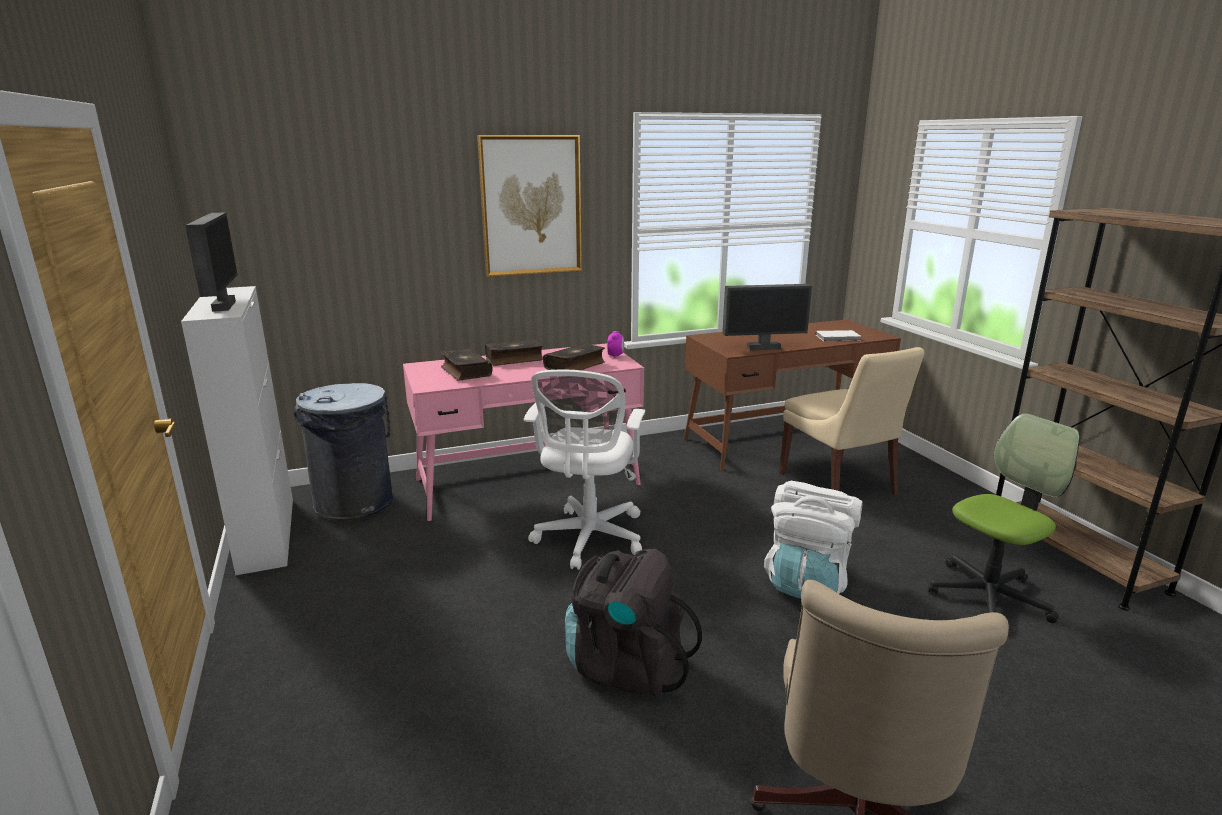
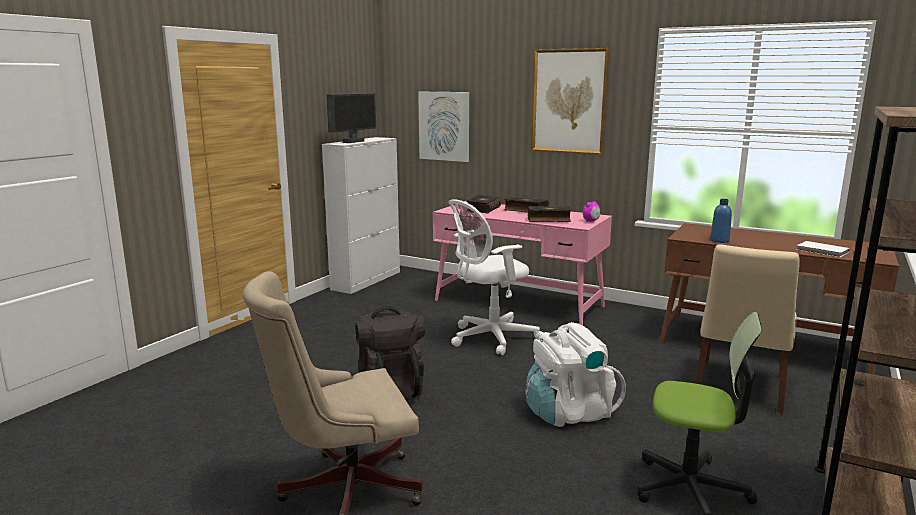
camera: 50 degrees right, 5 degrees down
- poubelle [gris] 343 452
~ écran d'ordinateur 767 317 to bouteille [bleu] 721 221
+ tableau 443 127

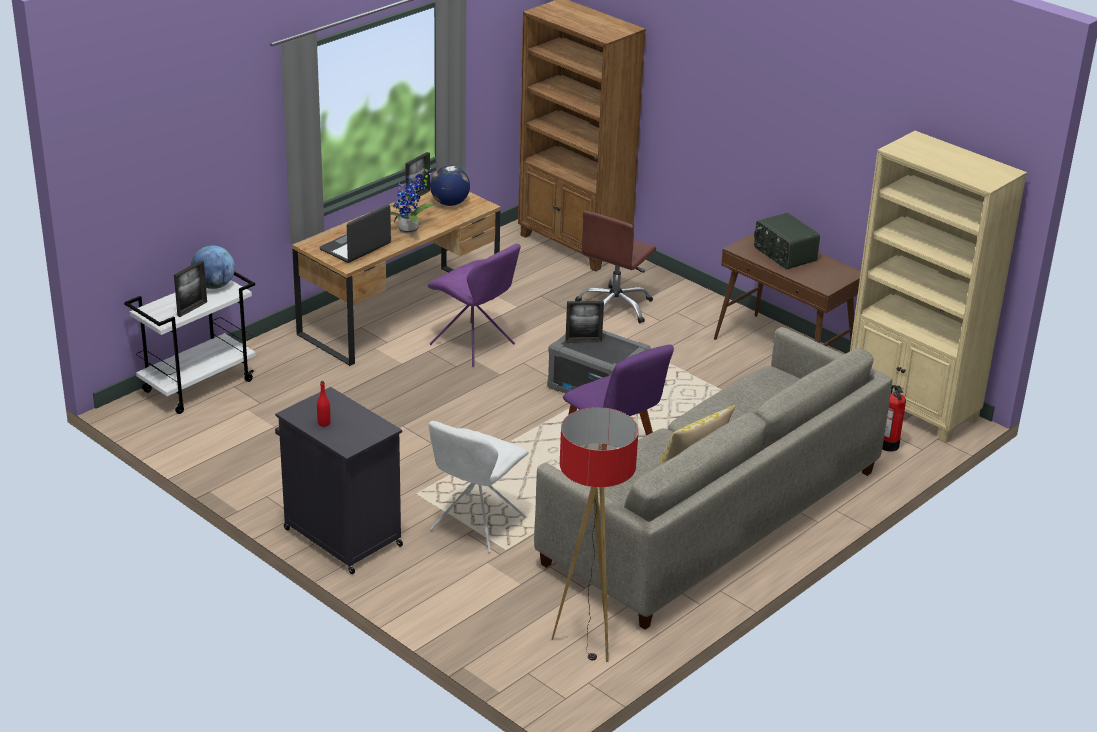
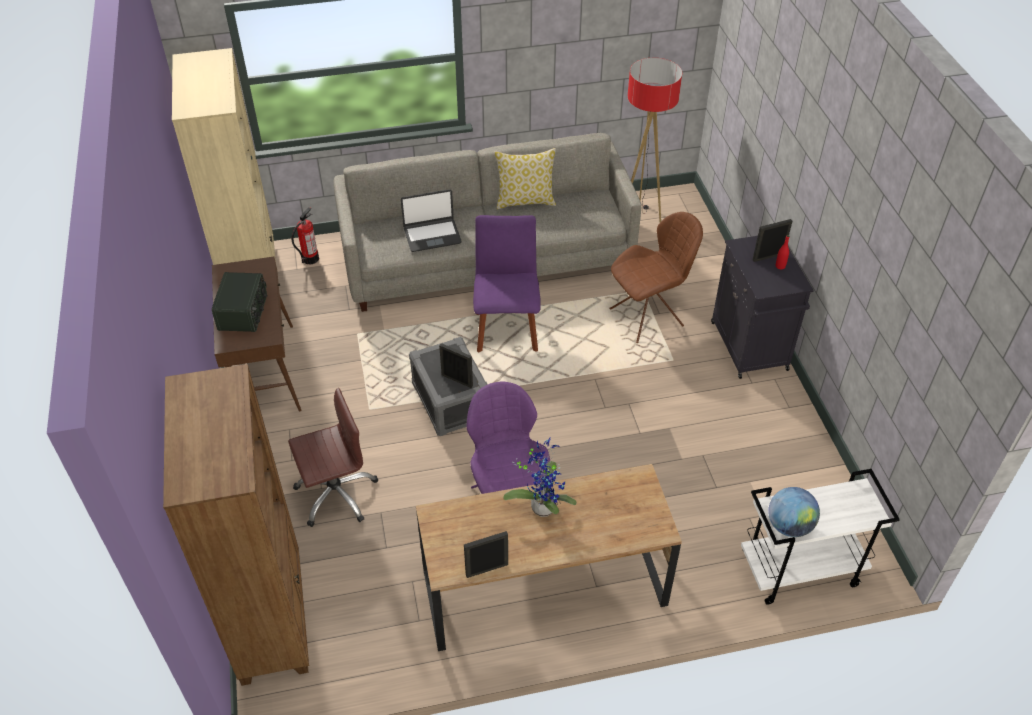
camera: 145 degrees left, 15 degrees up
~ cadre photo 190 288 to 772 240
~ ordinateur portable 355 234 to 431 220
~ chaise [blanc] 479 487 to chaise [marron] 656 277
- globe 450 186

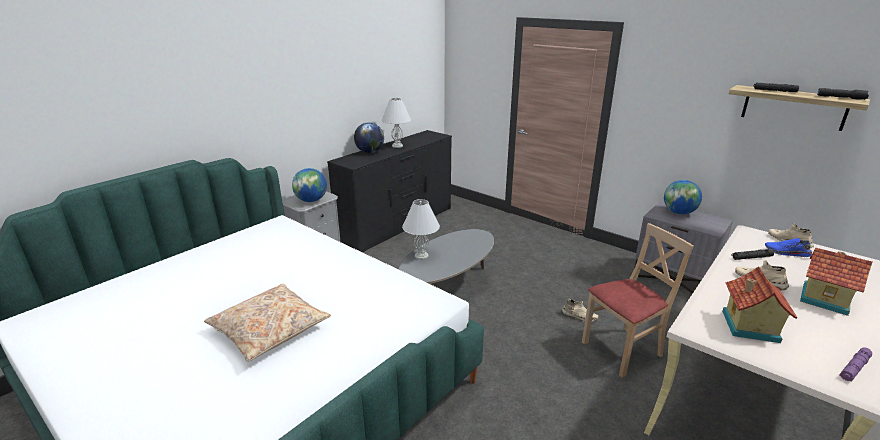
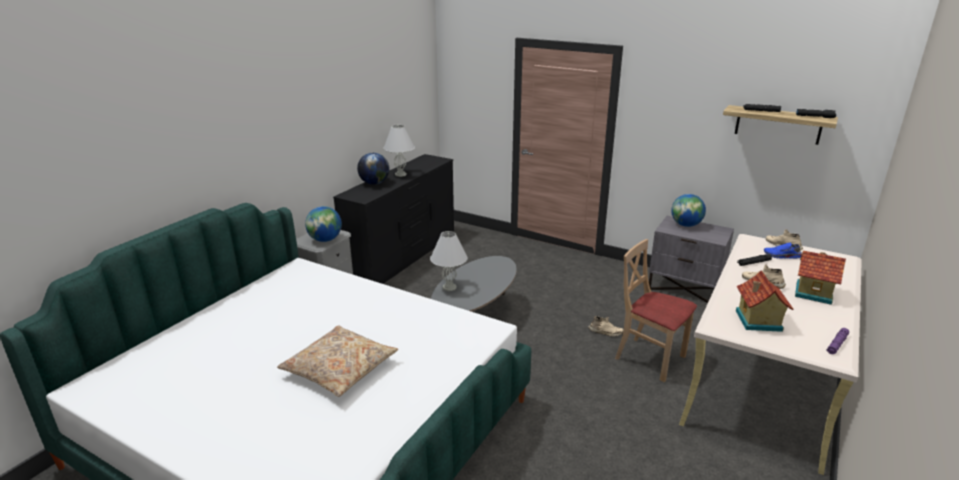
camera: 10 degrees left, 0 degrees up
~ chaise [beige] 638 300 = 656 310 105 degrees counterclockwise

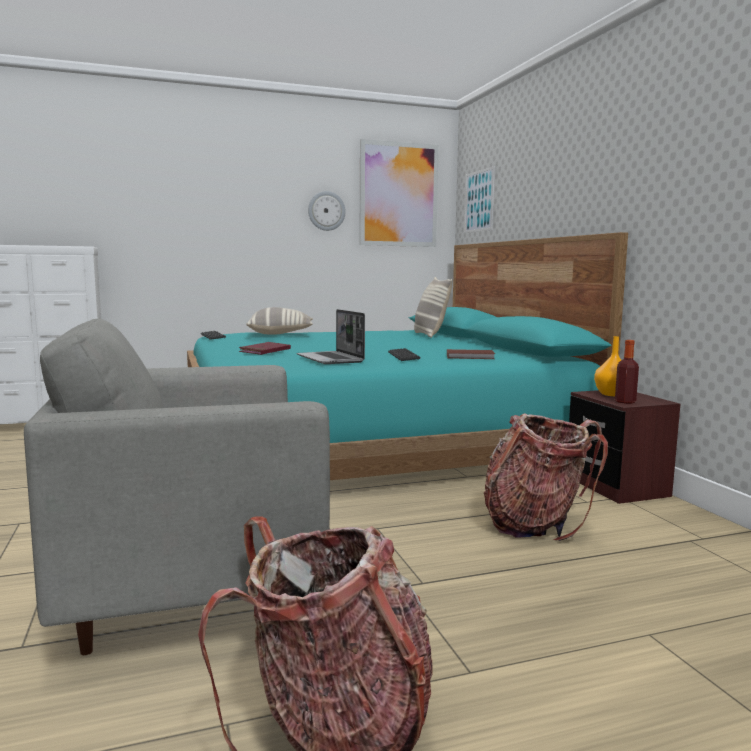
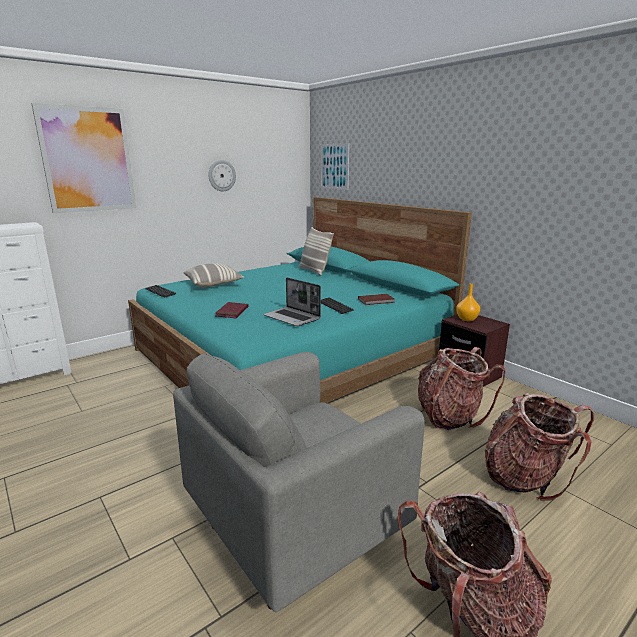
camera: 20 degrees left, 10 degrees up
~ tableau 399 193 to 83 158
- bouteille 627 372
+ sac à dos 539 447

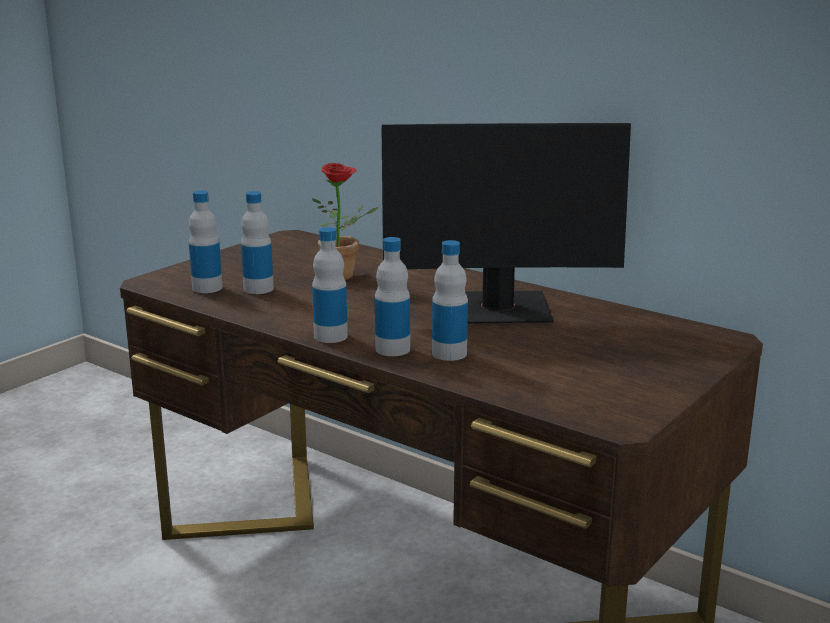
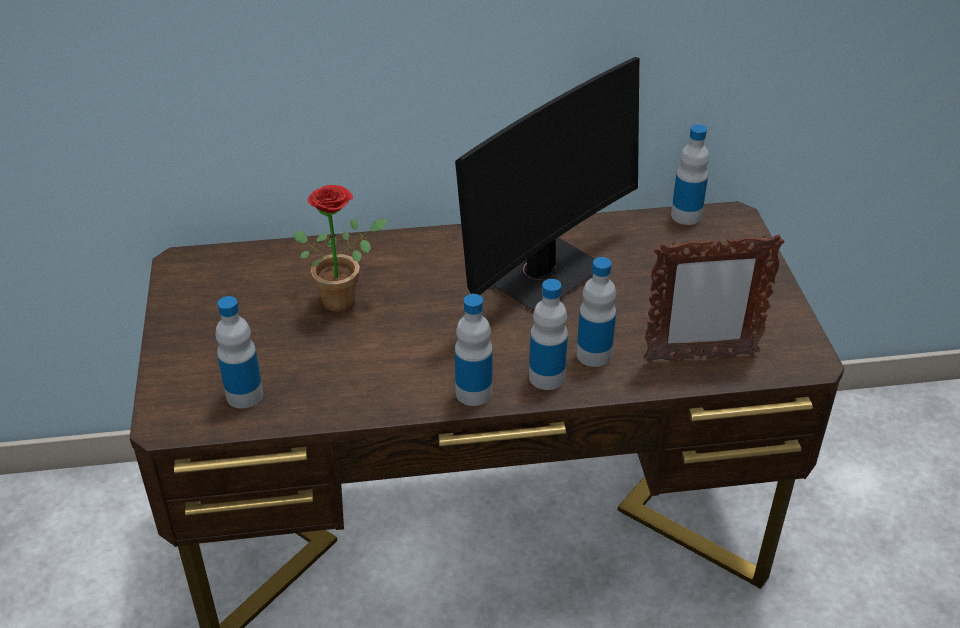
camera: 45 degrees left, 20 degrees up
~ bouteille 257 242 to 690 174
+ cadre photo 714 298

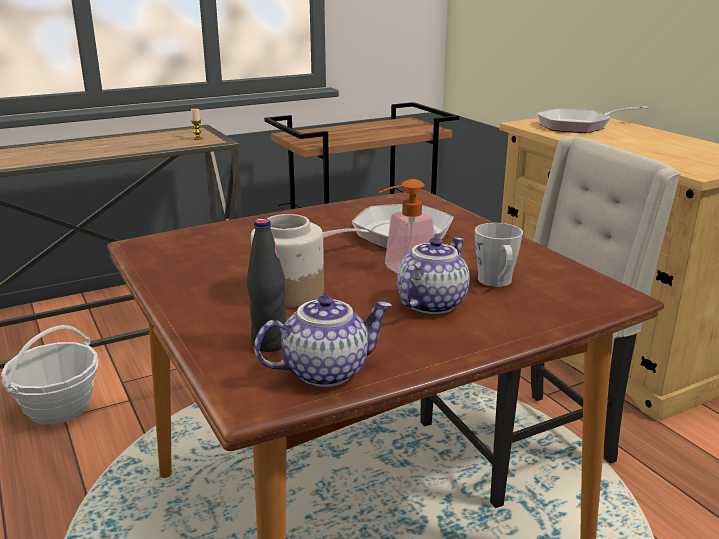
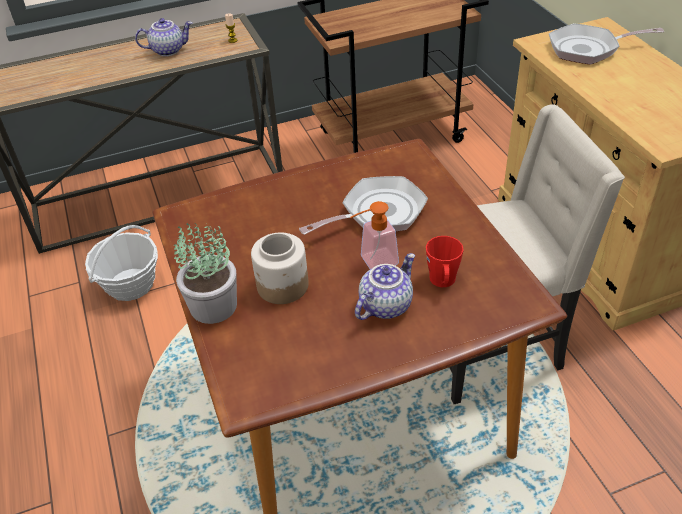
camera: 10 degrees right, 20 degrees up
- bouteille [noir] 266 285
~ théière 323 341 to 163 37
~ mug [gris] 499 255 to mug [rouge] 445 261
+ plante en pot 205 273

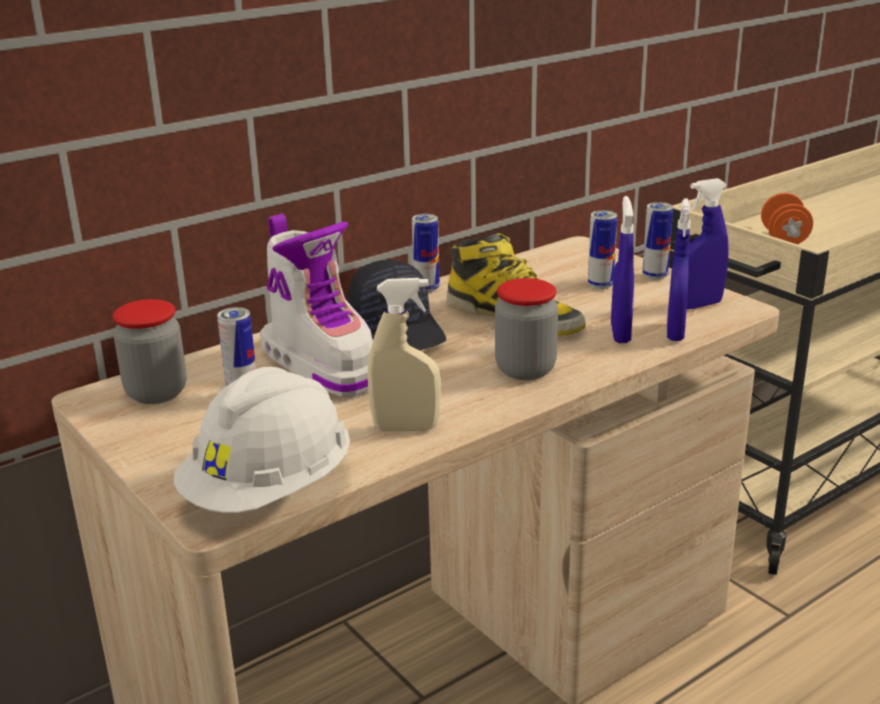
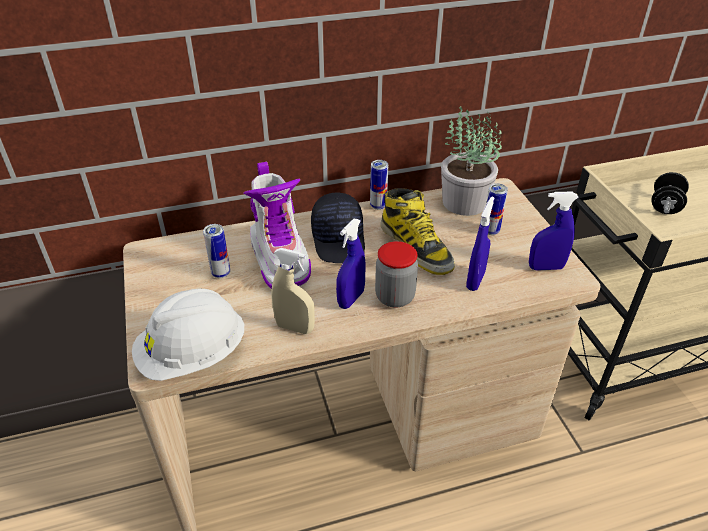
camera: 20 degrees right, 15 degrees up
- bocal 150 351
- boîte métallique 658 241
~ vaporisateur [bleu] 678 270 to 351 264
~ haltère [orange] 787 218 to haltère [noir] 670 193
+ plante en pot 471 161

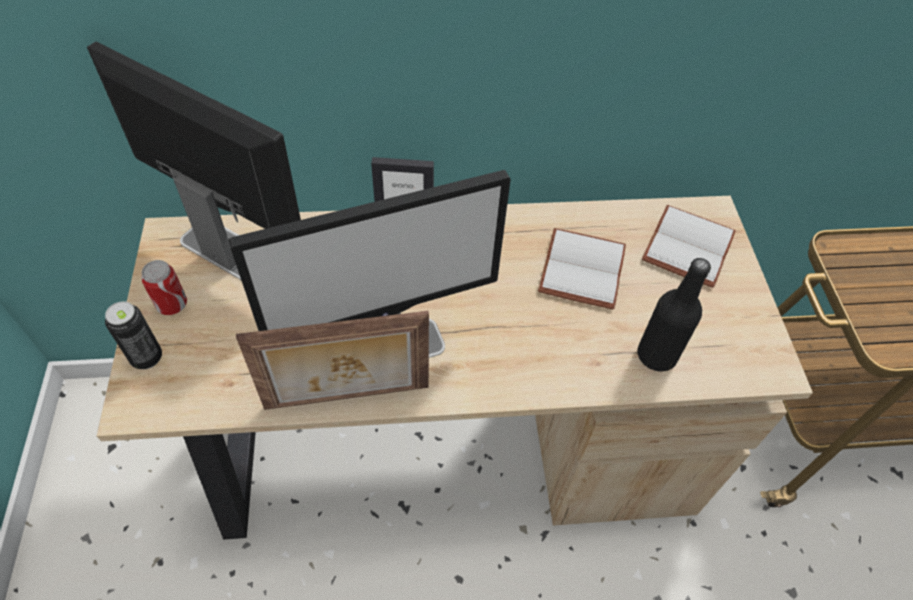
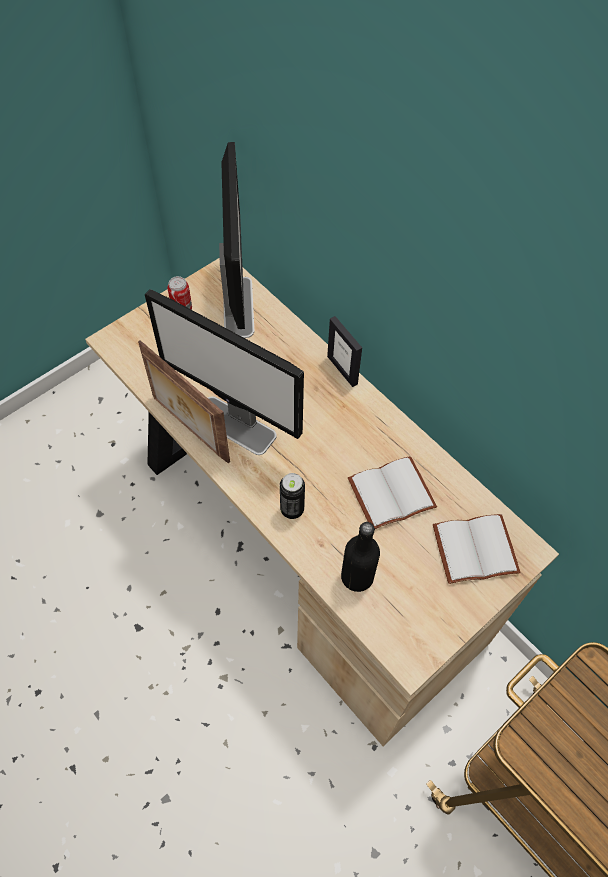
camera: 55 degrees right, 5 degrees up
~ boîte métallique 133 335 to 292 496

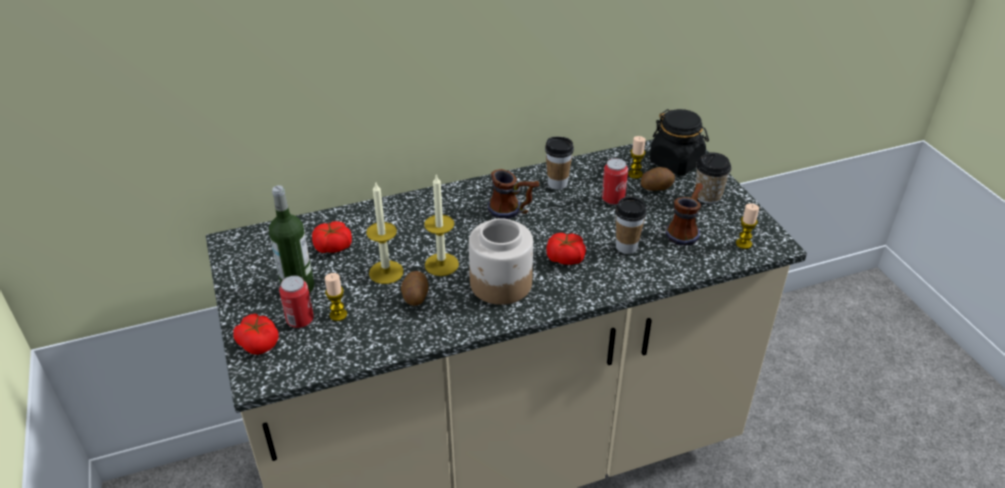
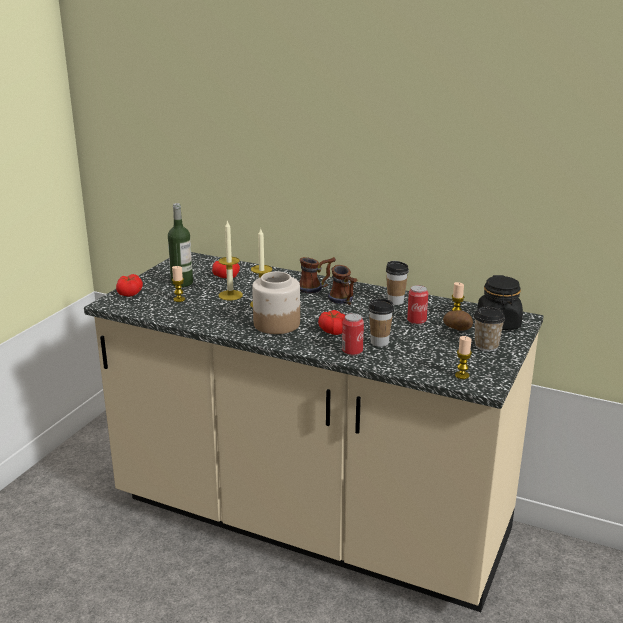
camera: 45 degrees right, 15 degrees down
~ boîte métallique 296 302 to 353 334
- pomme de terre 415 288
~ mug 684 214 to 317 275

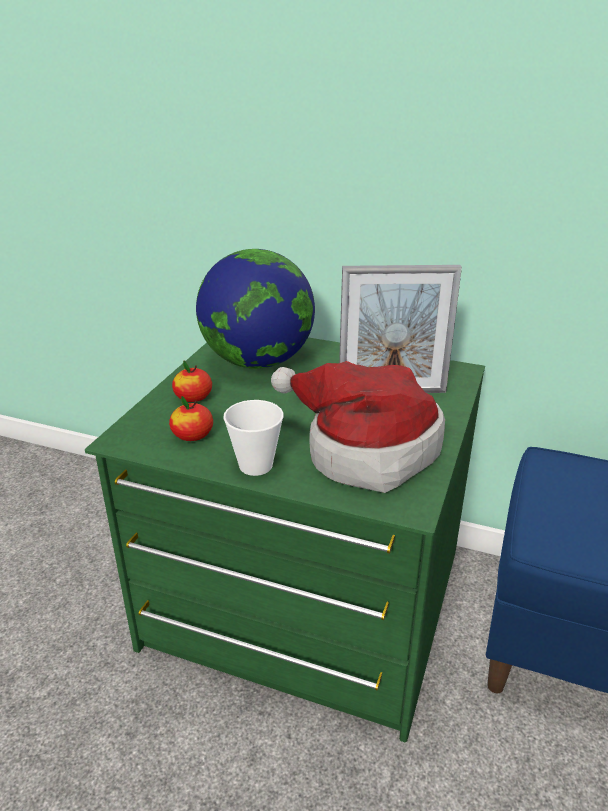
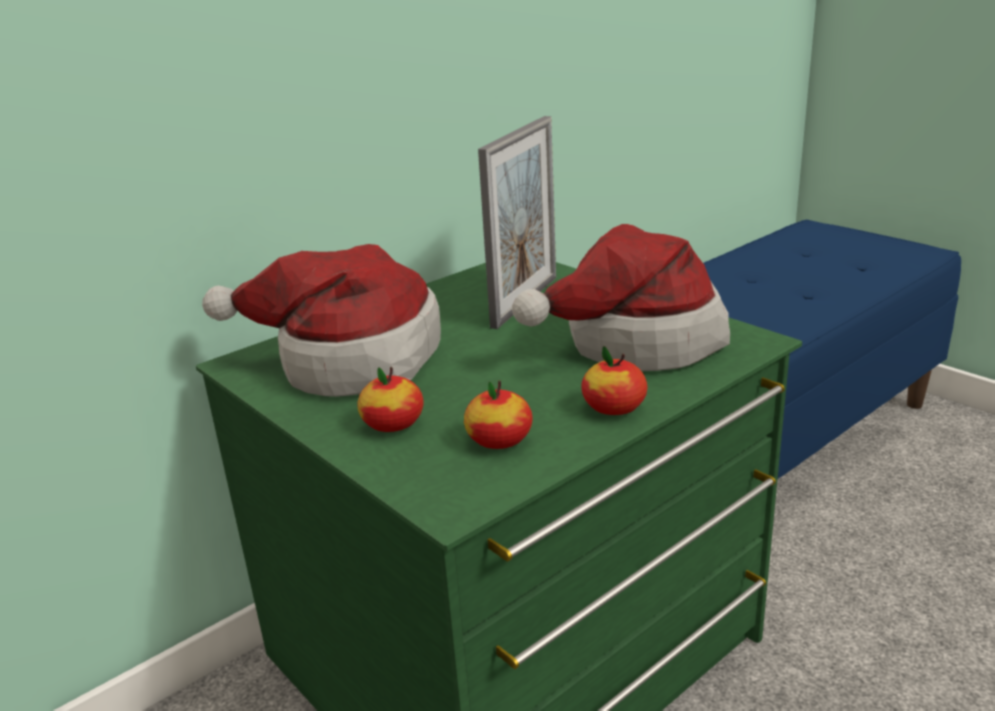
camera: 60 degrees left, 5 degrees down
~ globe 255 309 to chapeau 321 320
~ tasse 253 438 to pomme 614 380

